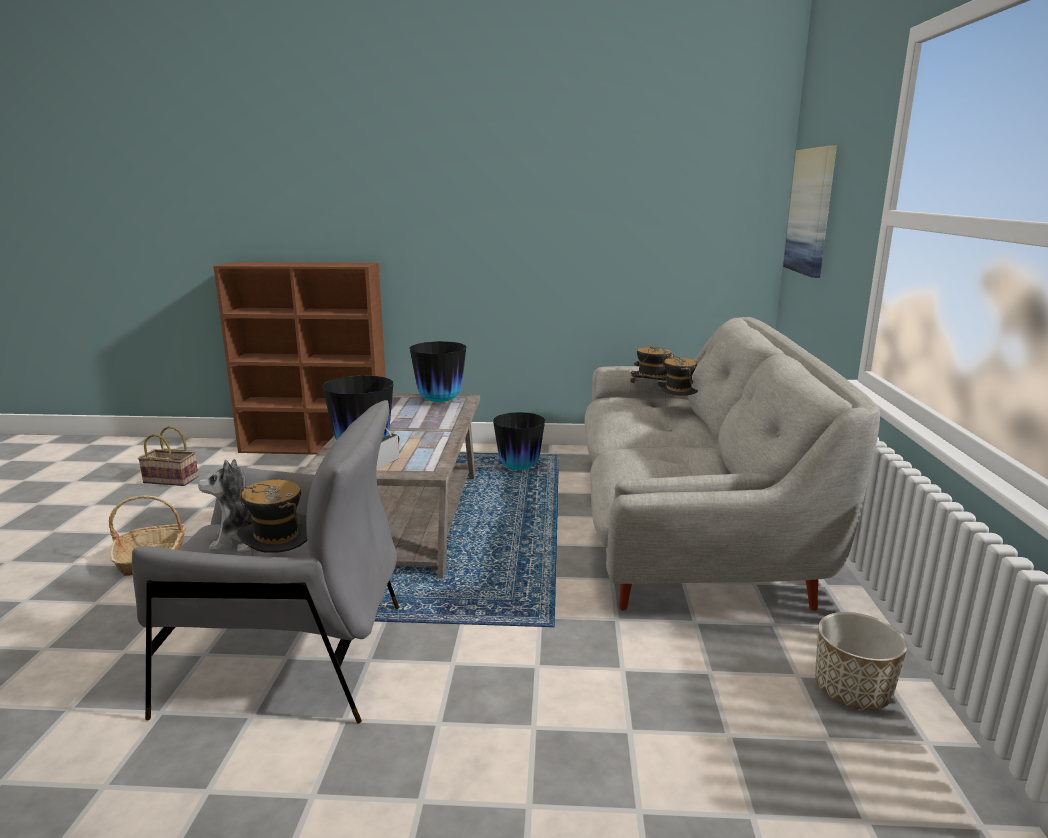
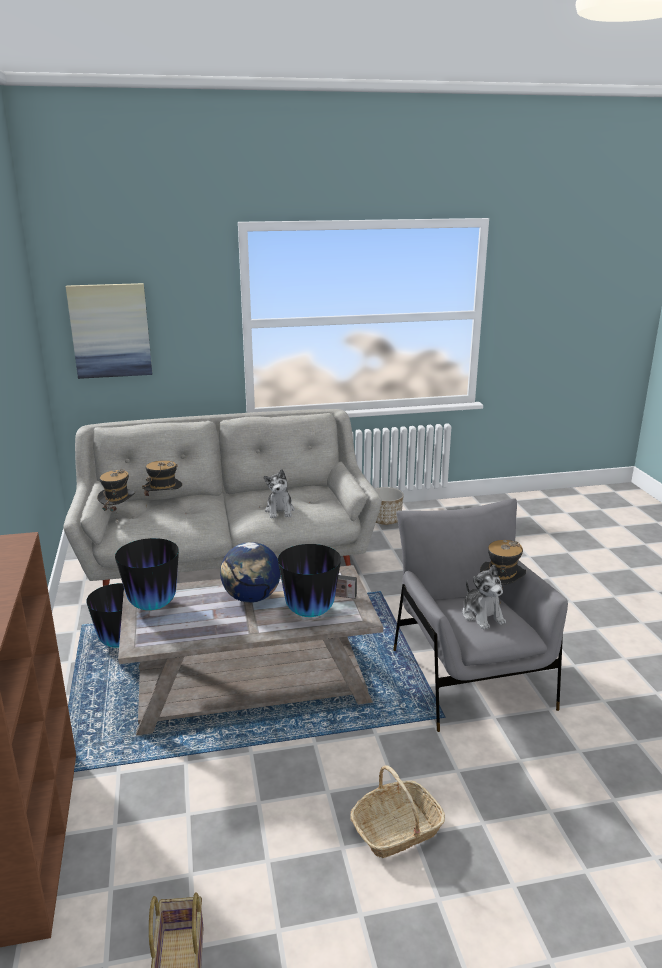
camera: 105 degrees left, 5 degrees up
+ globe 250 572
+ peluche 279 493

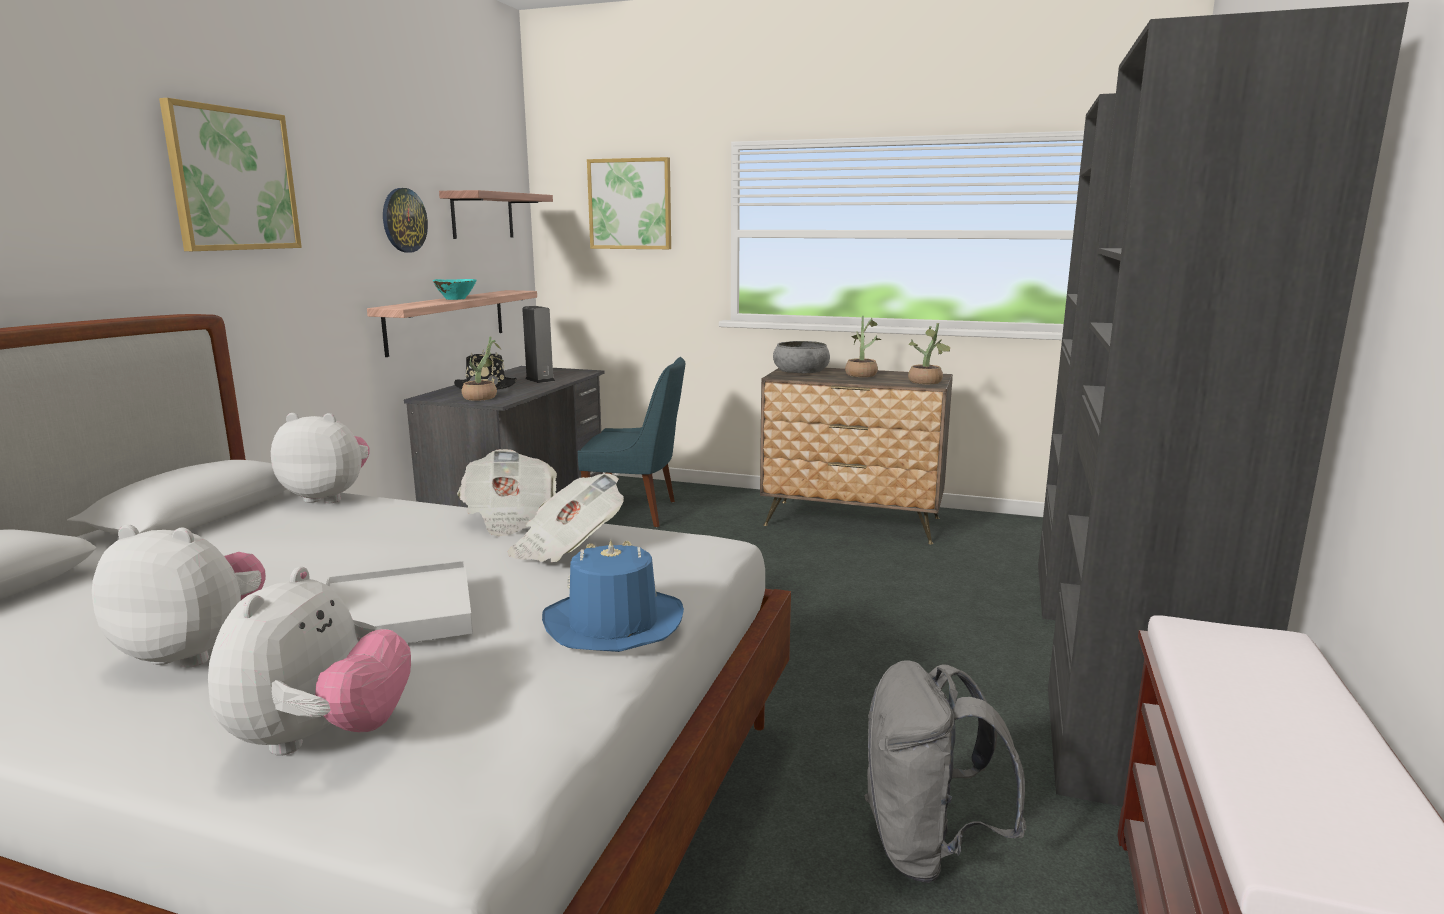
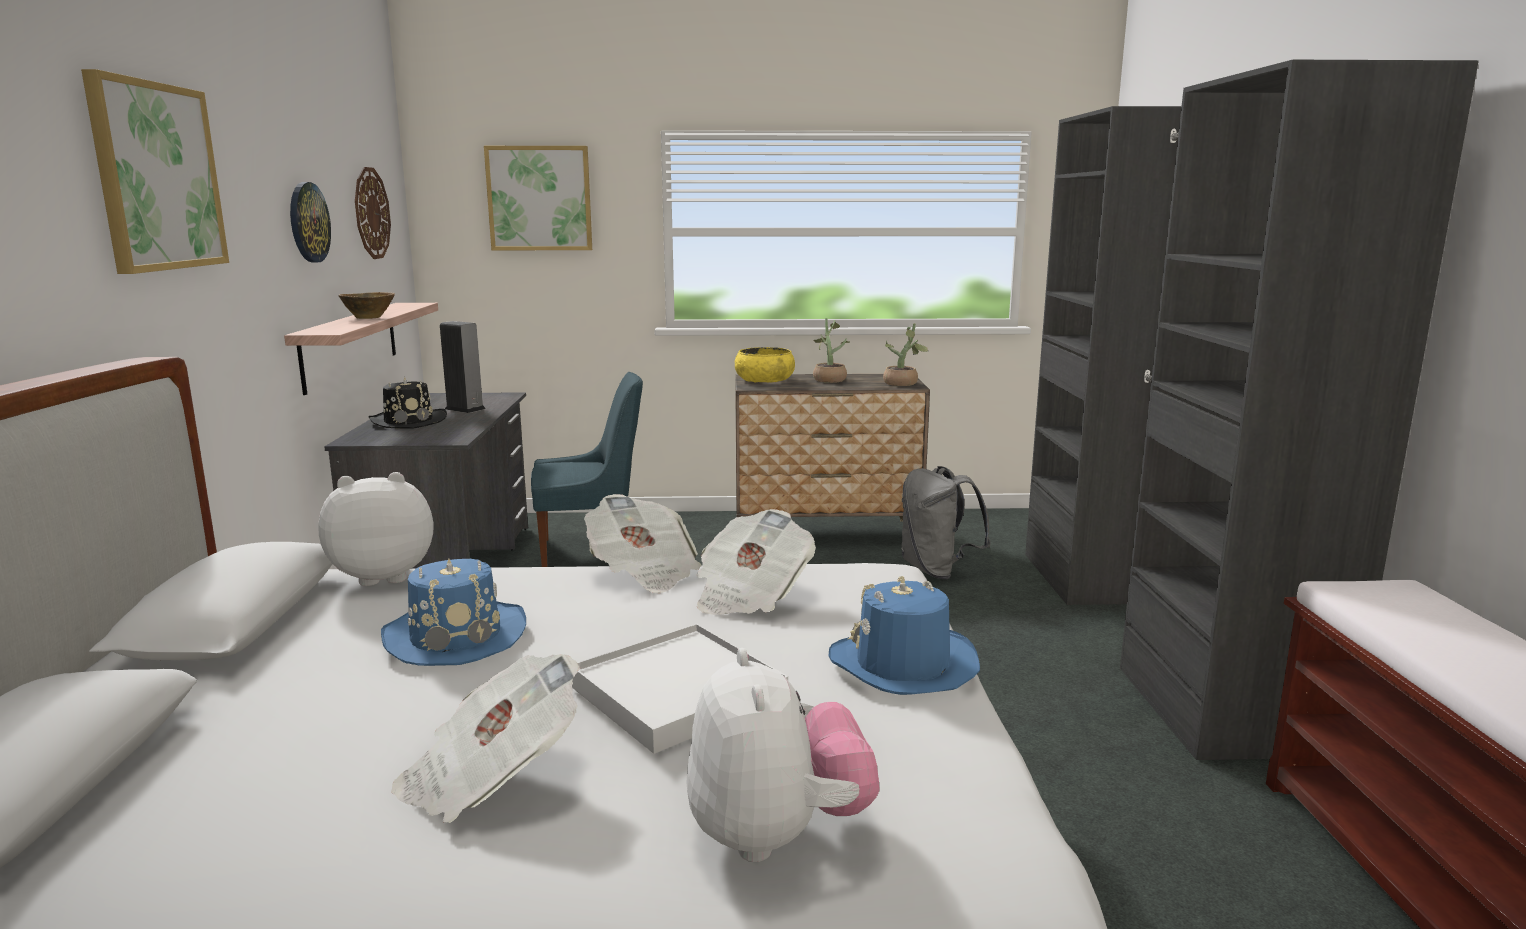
camera: 20 degrees left, 0 degrees up
~ peluche 179 596 to journal 485 738
~ bol [turquoise] 455 289 to bol [marron] 367 305
~ étagère 496 214 to horloge murale 373 213
- plante en pot 483 368
~ bol [gris] 801 357 to bol [jaune] 765 364
~ sac à dos [gris] 945 771 to 946 522
+ chapeau [bleu] 453 612

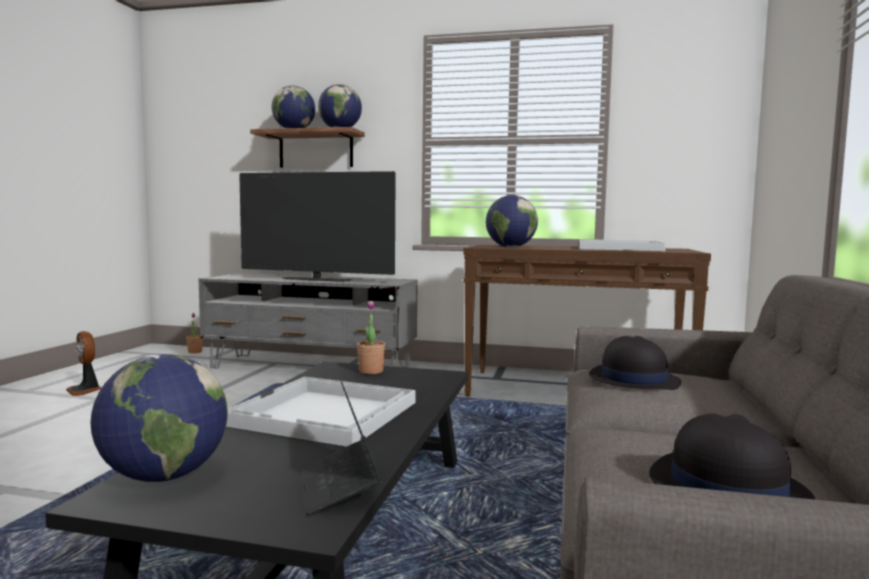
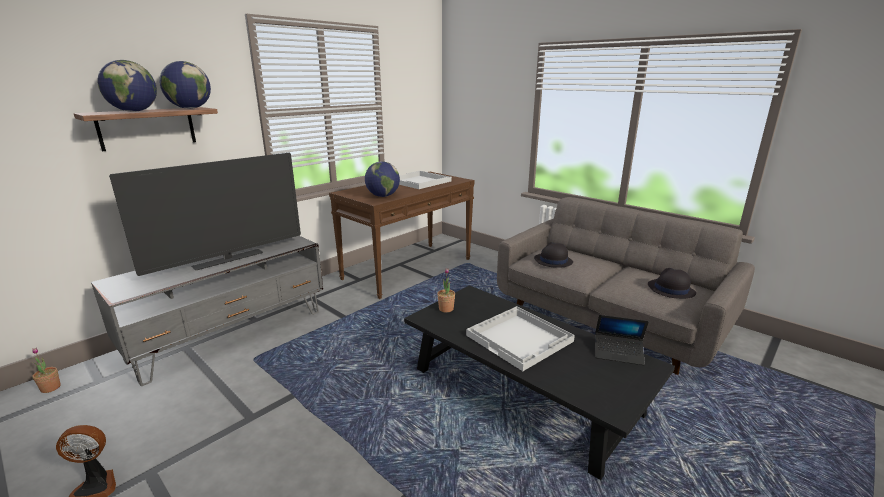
camera: 60 degrees left, 15 degrees up
- globe 159 418

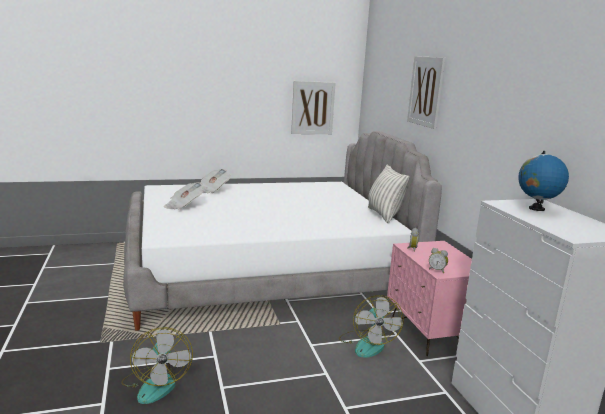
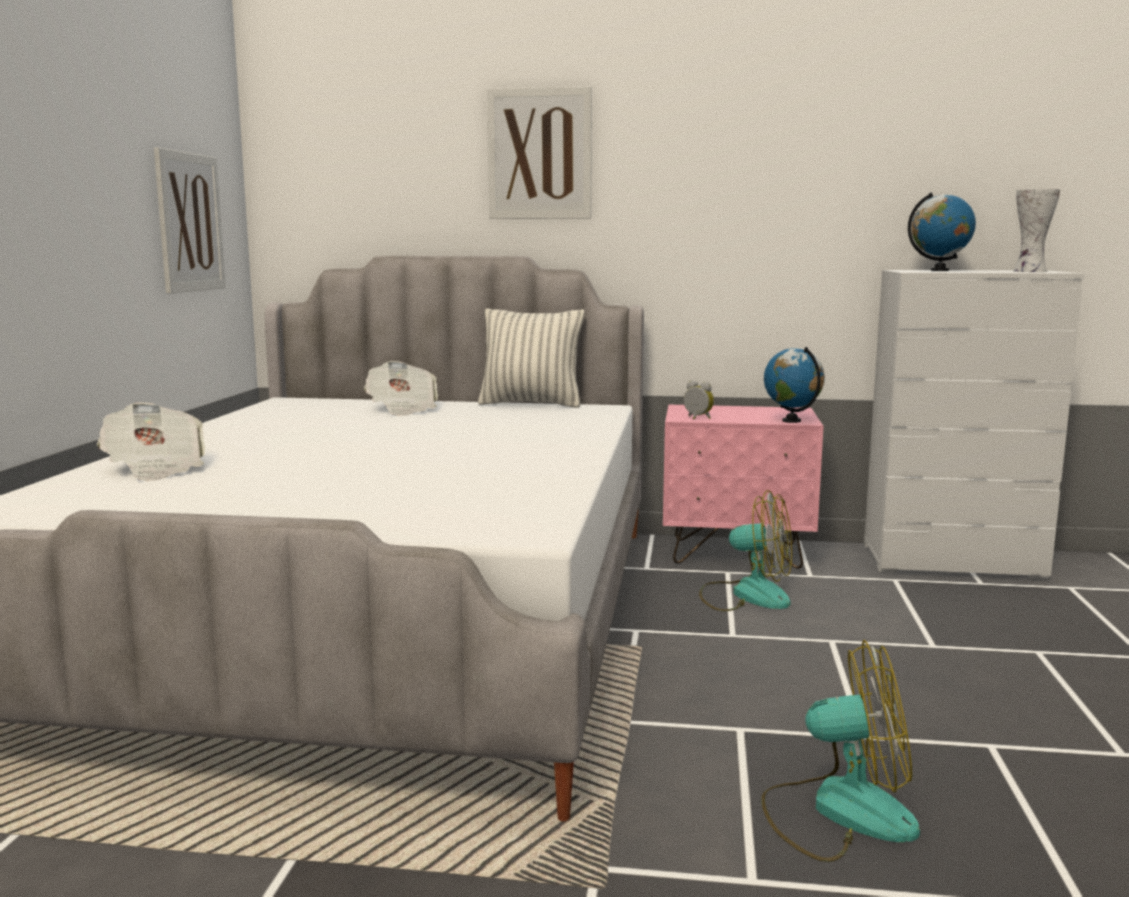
camera: 65 degrees left, 5 degrees down
~ journal 184 196 to 401 388
~ réveil 438 260 to globe 794 385
+ vase 1036 230

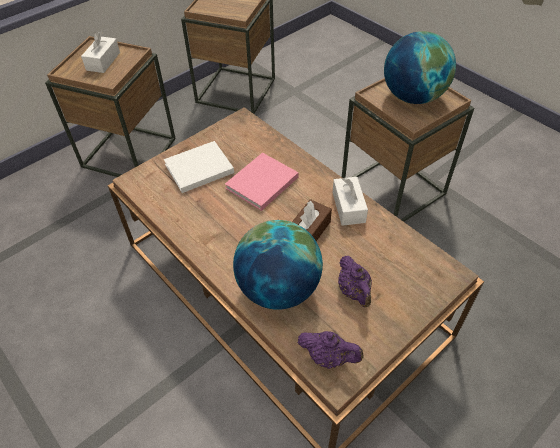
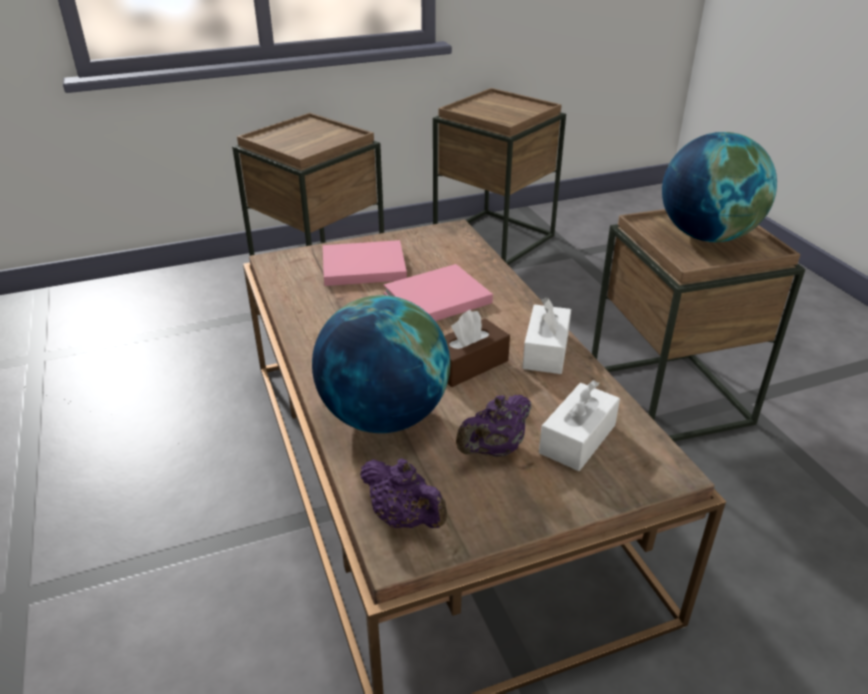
camera: 20 degrees right, 15 degrees down
~ boîte à mouchoirs [blanc] 100 52 to 579 425
~ livre [blanc] 199 167 to livre [rose] 365 263
~ théière [violet] 355 281 = 493 426 45 degrees clockwise

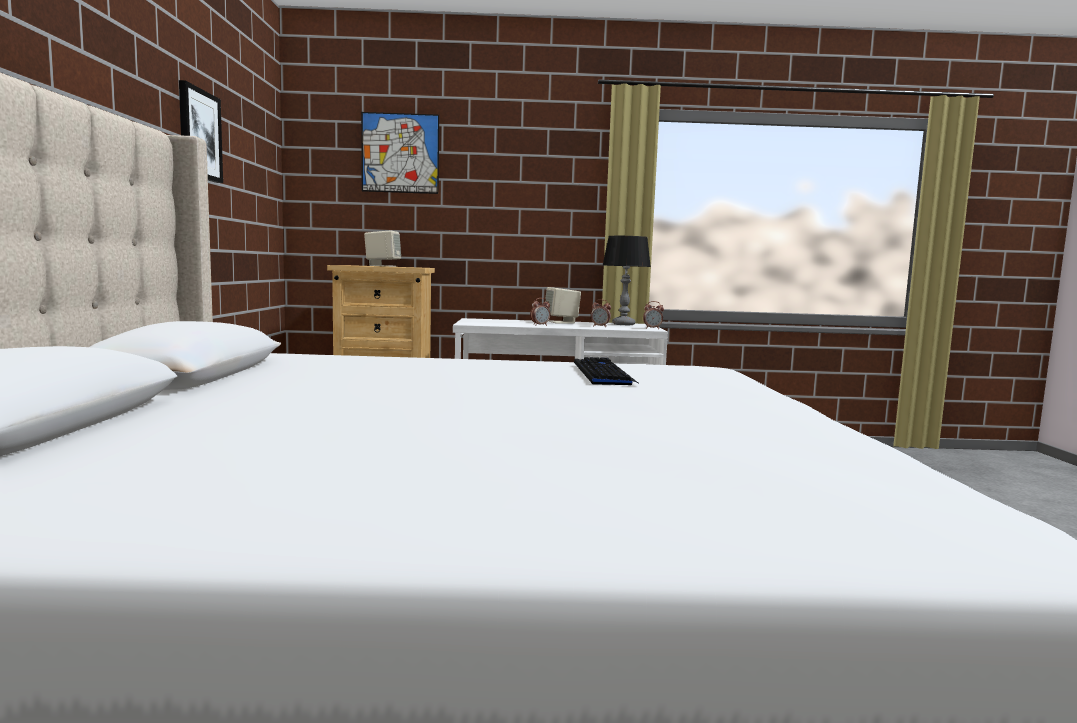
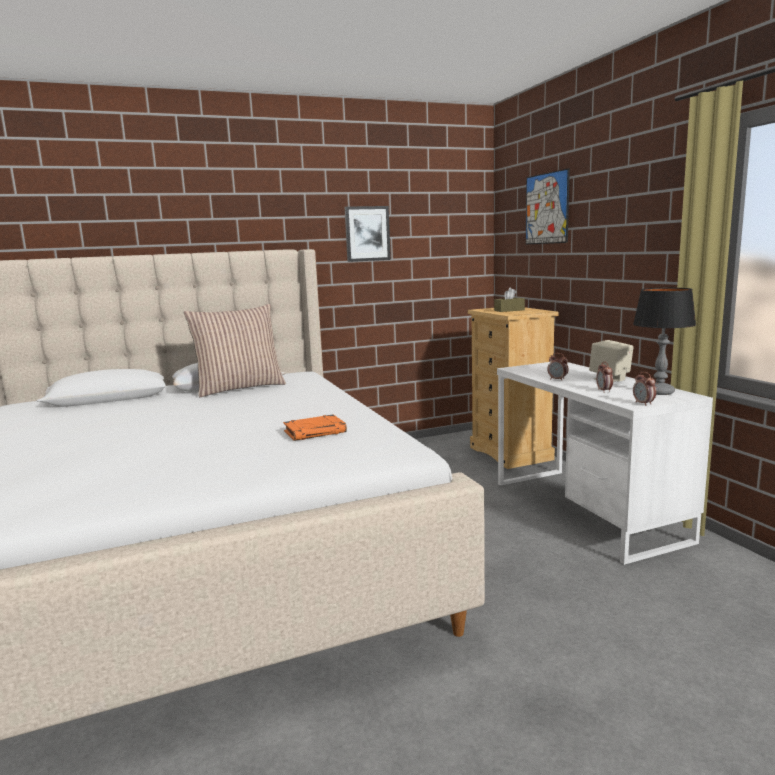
camera: 70 degrees right, 5 degrees up
~ enceinte [beige] 382 249 to boîte à mouchoirs [marron] 509 300
~ clavier 607 371 to livre [orange] 315 427
+ coussin 235 350

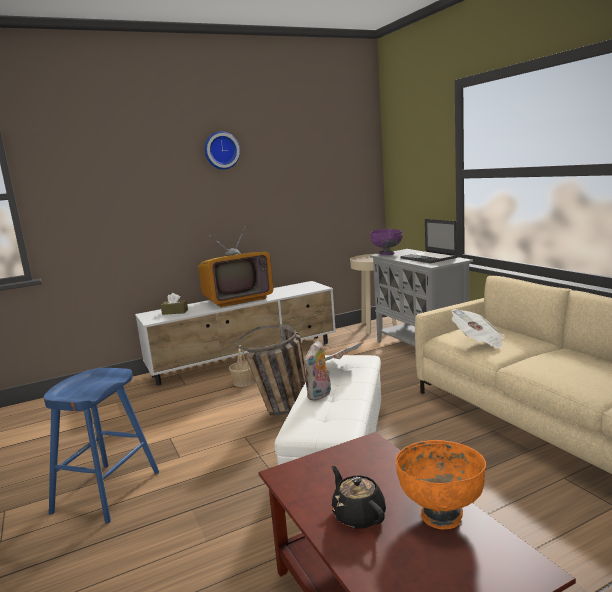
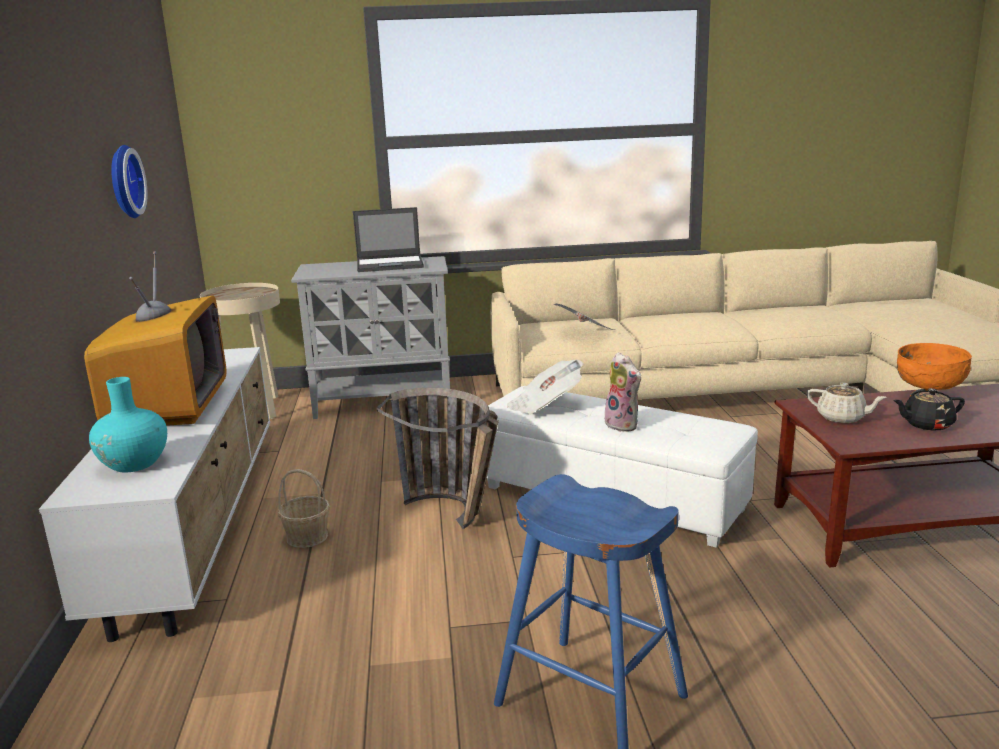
camera: 70 degrees left, 5 degrees up
~ boîte à mouchoirs [marron] 174 304 to vase [turquoise] 128 425
~ horloge murale 222 150 to 129 181
- bol [violet] 386 242
+ théière [beige] 846 402

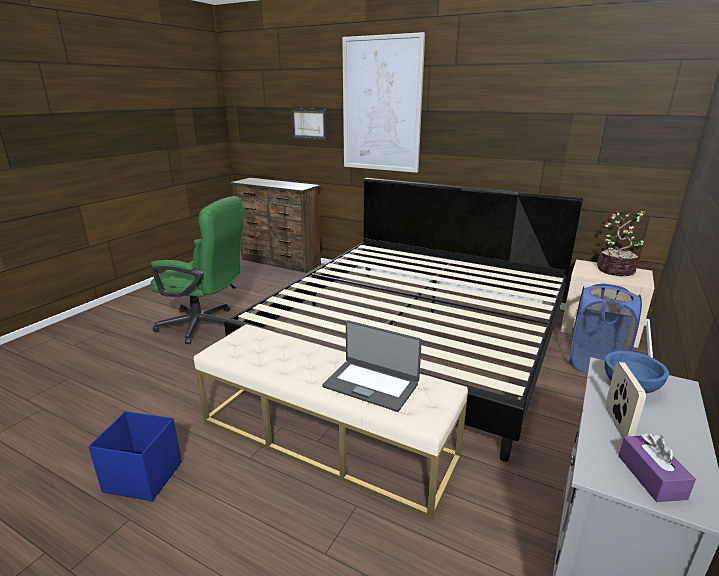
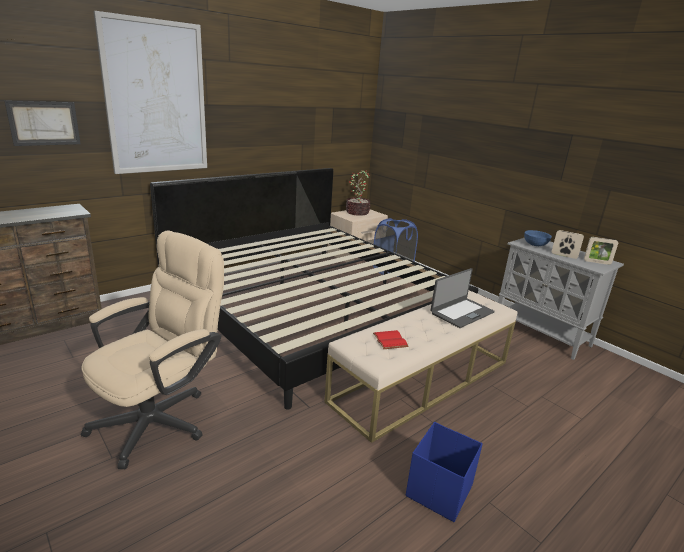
camera: 70 degrees left, 0 degrees up
~ chaise de bureau [vert] 197 270 to chaise de bureau [beige] 152 350
~ boîte à mouchoirs [violet] 657 467 to cadre photo 601 251
+ livre [rouge] 391 339

